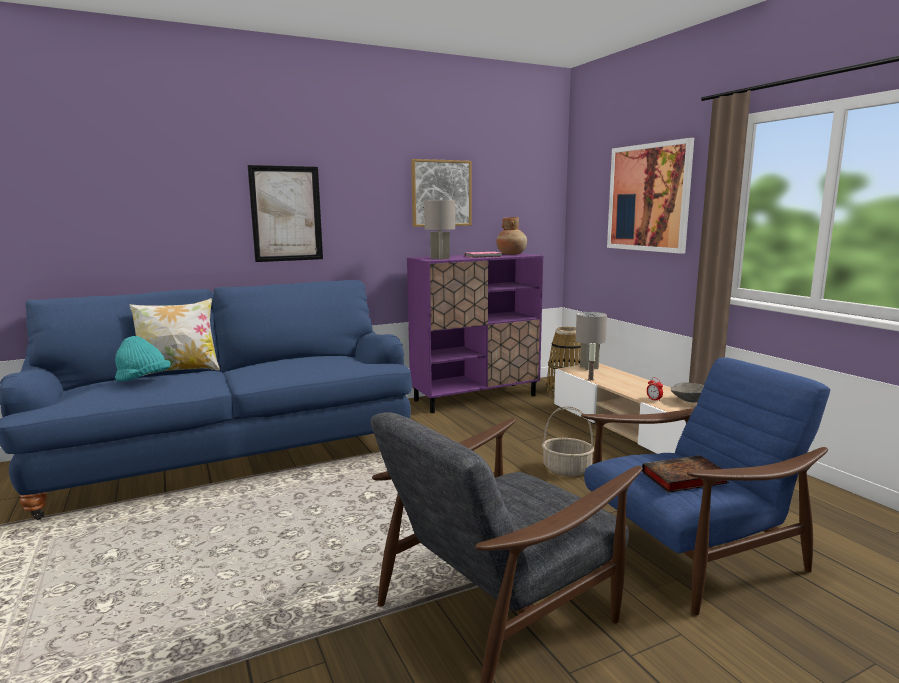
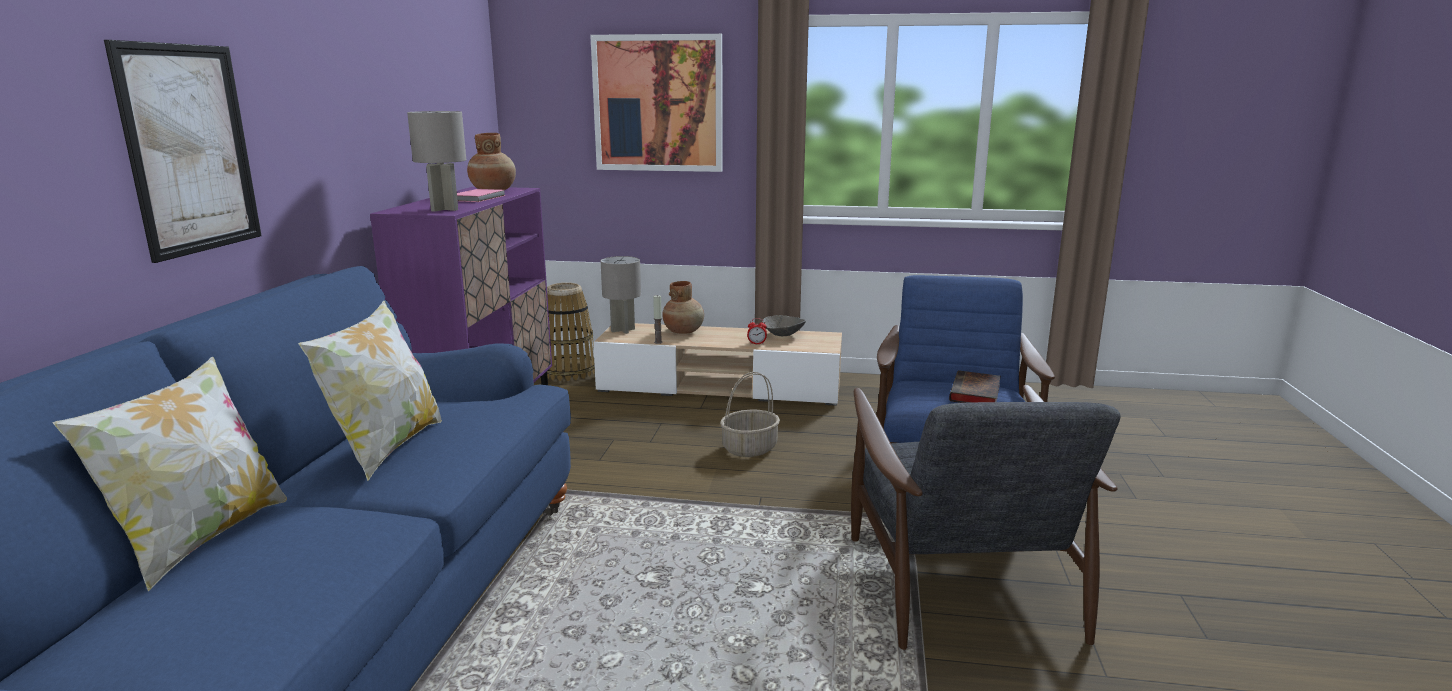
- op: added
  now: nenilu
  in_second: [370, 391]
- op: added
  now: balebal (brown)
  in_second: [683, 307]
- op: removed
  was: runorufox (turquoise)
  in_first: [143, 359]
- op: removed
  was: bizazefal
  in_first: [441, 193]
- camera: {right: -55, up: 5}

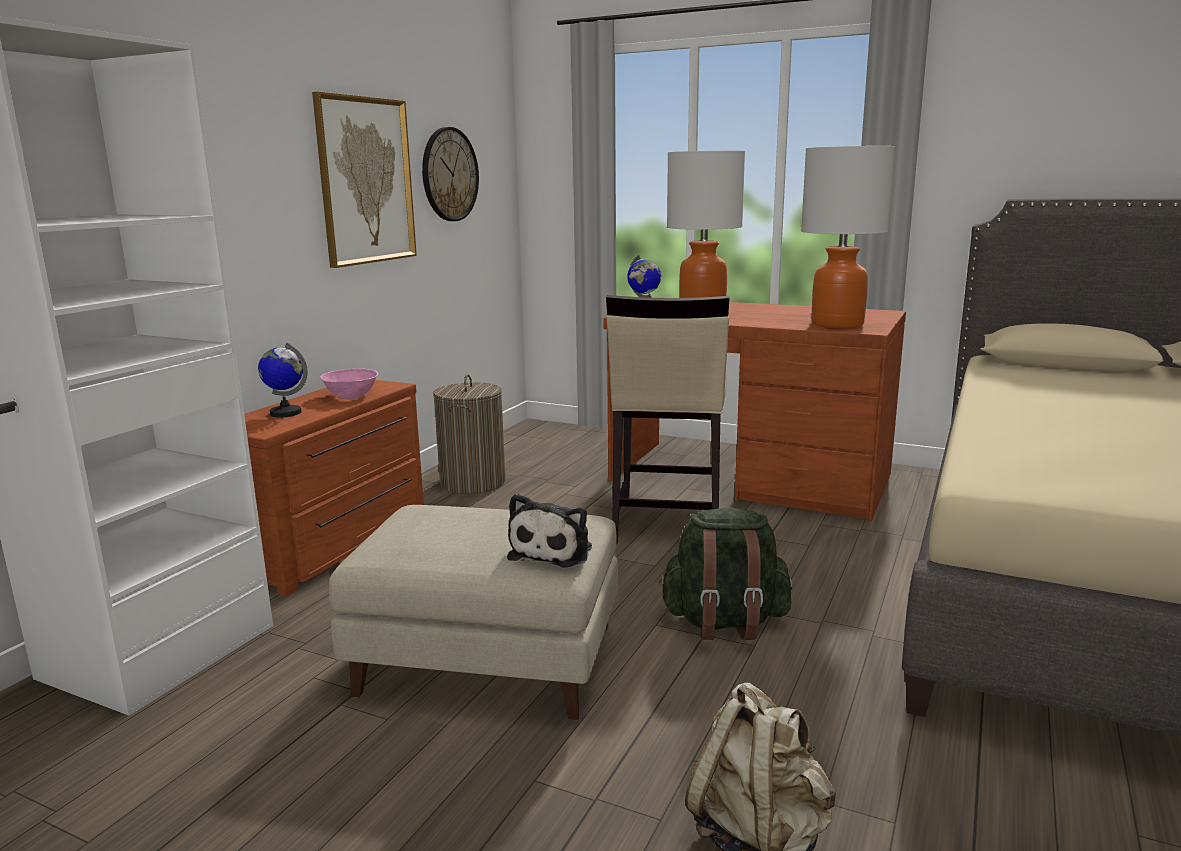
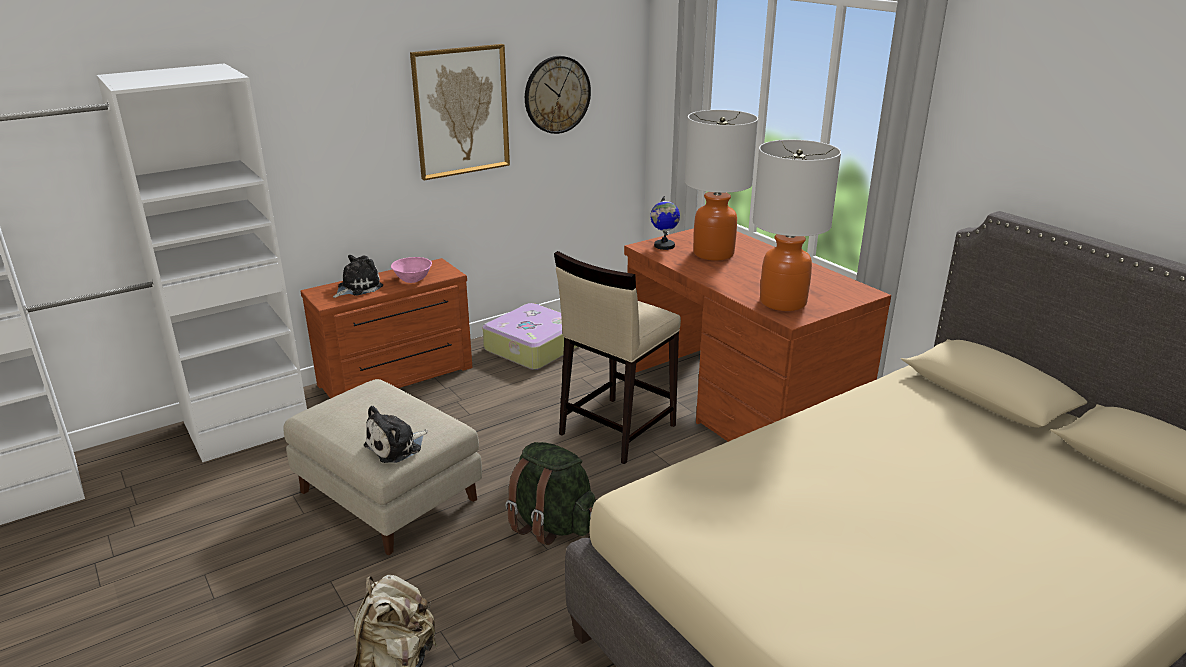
- op: replaced
  was: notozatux
  now: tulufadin
  in_first: [283, 380]
  in_second: [358, 276]
- op: replaced
  was: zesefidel
  now: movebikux
  in_first: [469, 434]
  in_second: [530, 336]
- camera: {right: 30, up: 10}

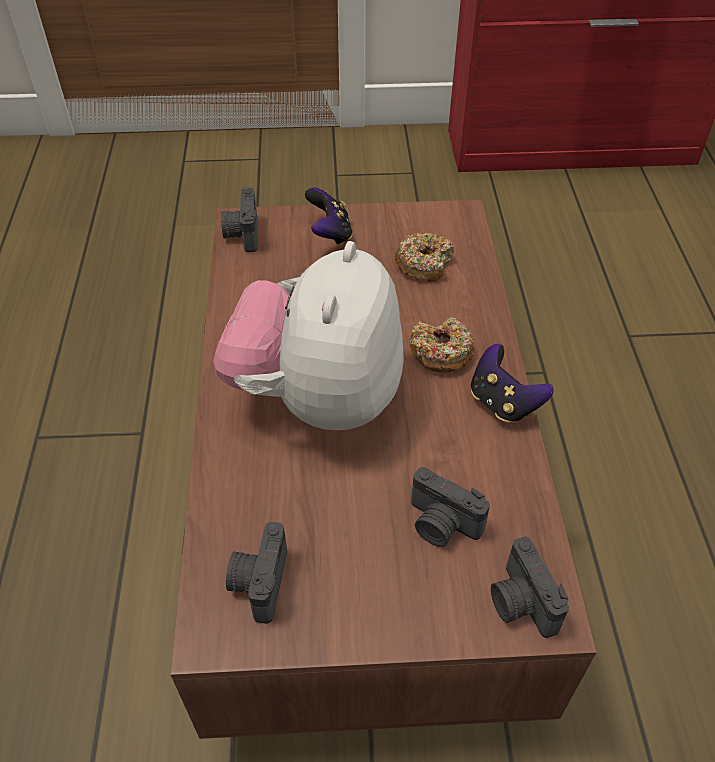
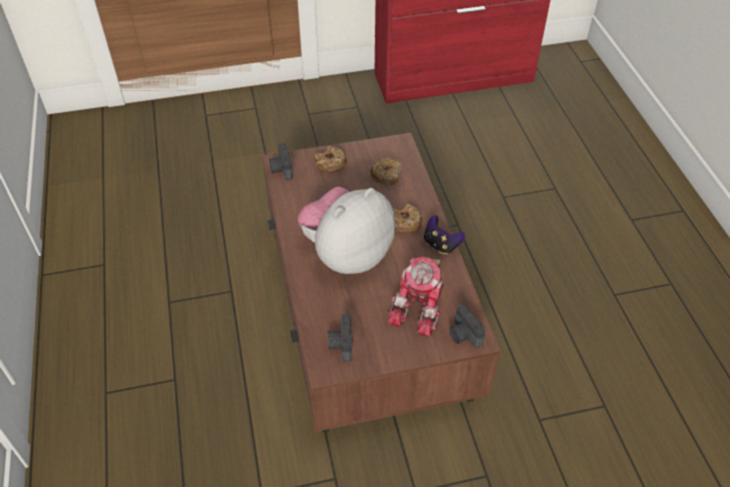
- op: turned
  was: tulufadin
  in_first: [308, 336]
  in_second: [346, 230]
  clockwise: 45
- op: replaced
  was: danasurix
  now: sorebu
  in_first: [329, 216]
  in_second: [330, 159]
- op: replaced
  was: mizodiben
  now: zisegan
  in_first: [450, 507]
  in_second: [416, 296]
- camera: {right: -10, up: 0}

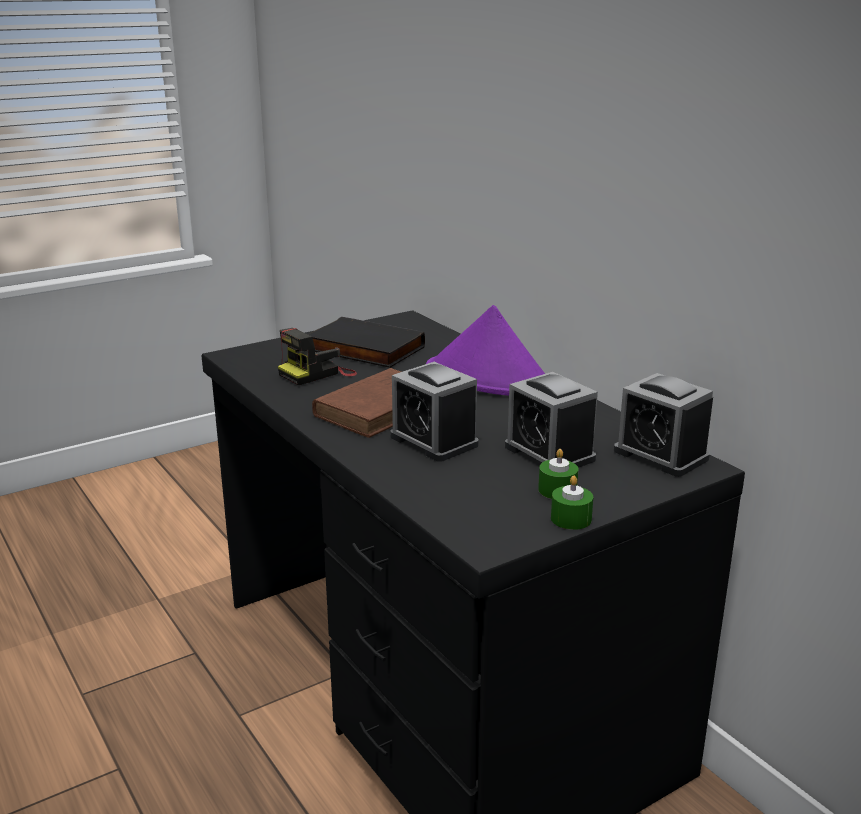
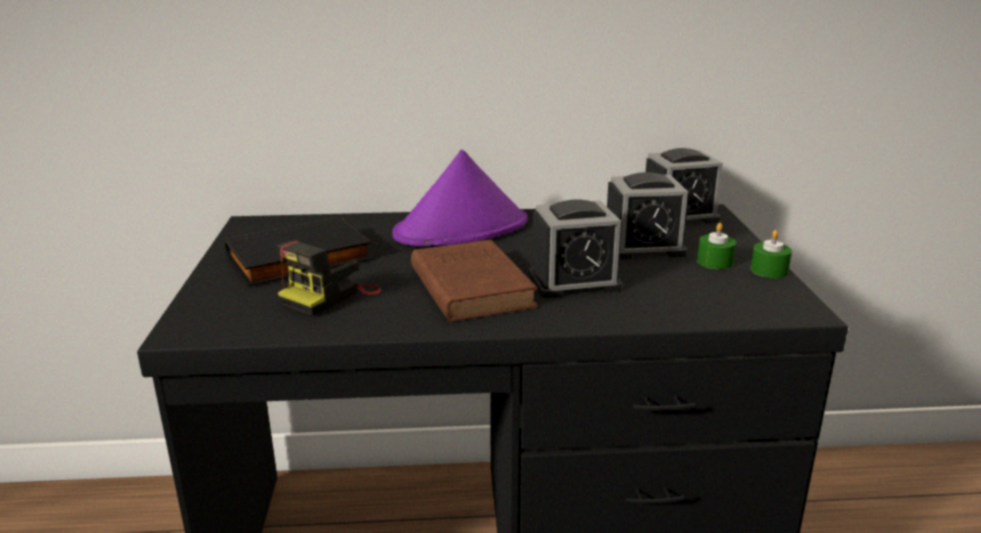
- op: turned
  was: mizodiben
  in_first: [317, 356]
  in_second: [329, 278]
  clockwise: 45
- camera: {right: -60, up: 0}

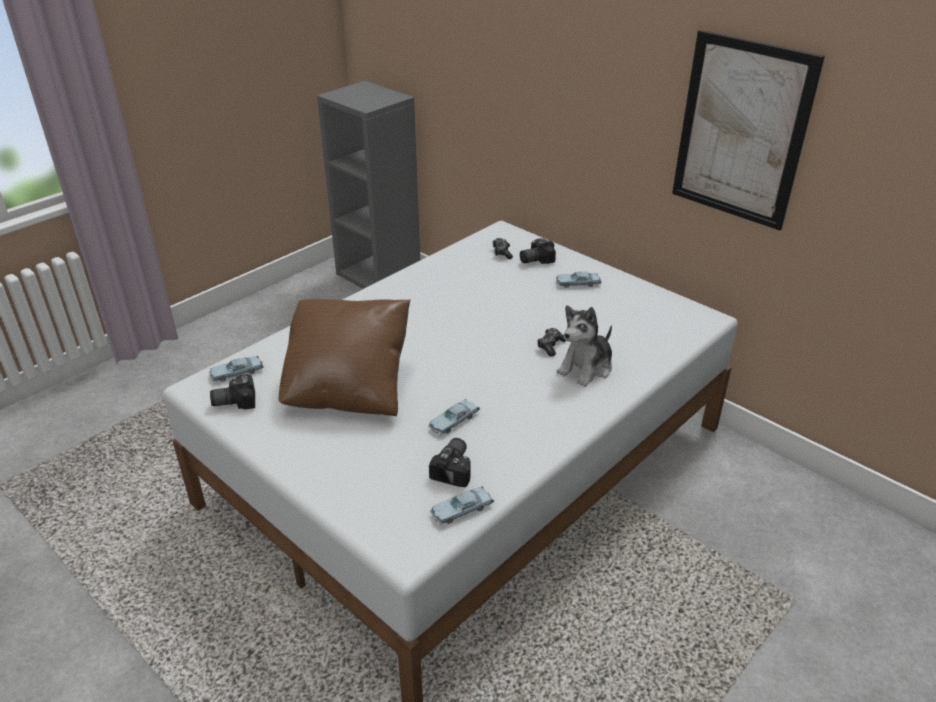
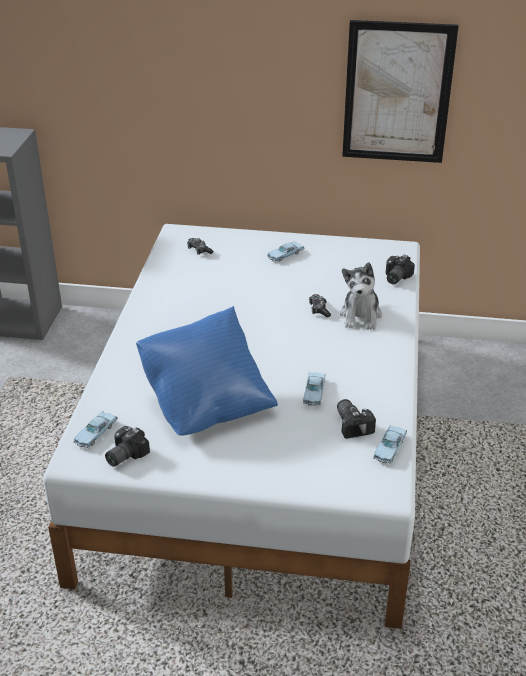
- op: recoloured
  was: nenilu (brown)
  now: nenilu (blue)
  in_first: [344, 357]
  in_second: [207, 371]
- op: moved
  was: mizodiben
  in_first: [538, 251]
  in_second: [400, 269]
- camera: {right: -35, up: 0}

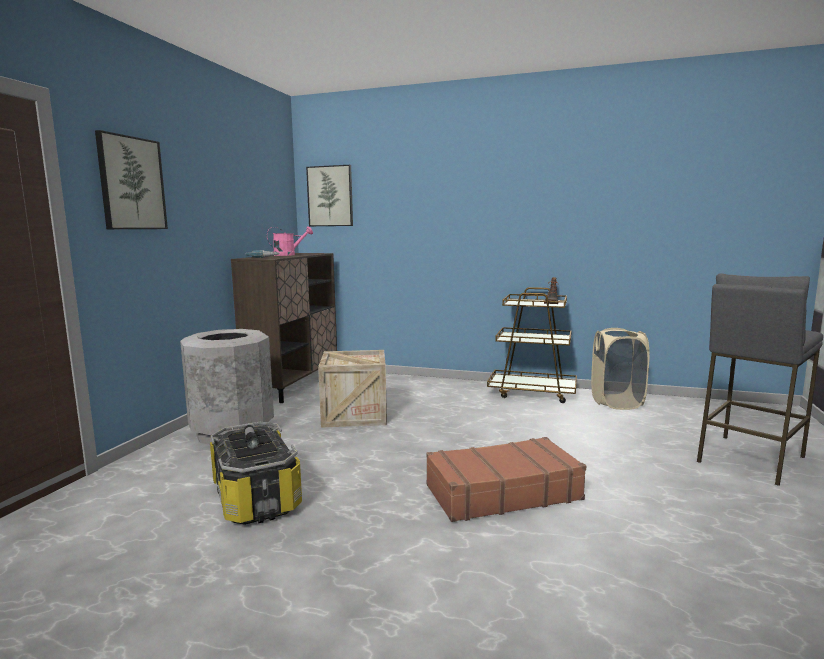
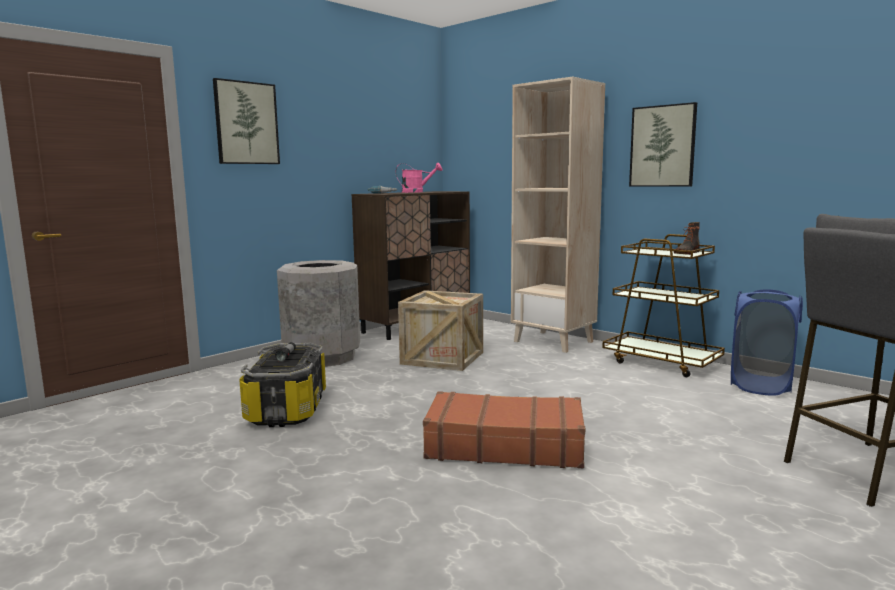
- op: added
  now: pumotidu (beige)
  in_second: [558, 214]
- op: moved
  was: bizazefal
  in_first: [329, 195]
  in_second: [663, 144]
- op: recoloured
  was: zesefidel (beige)
  now: zesefidel (blue)
  in_first: [620, 369]
  in_second: [767, 342]
- camera: {right: 25, up: 0}

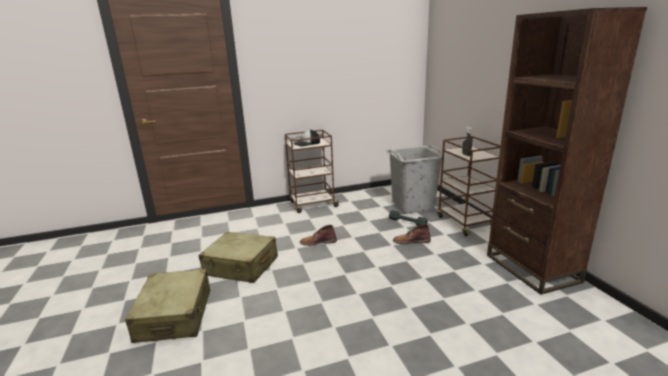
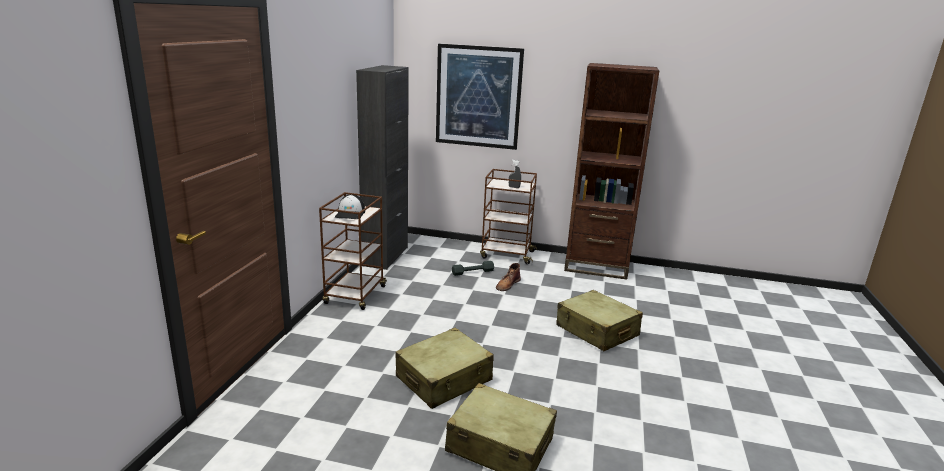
- op: added
  now: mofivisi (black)
  in_second: [382, 167]
- op: added
  now: bizazefal
  in_second: [480, 97]
- op: added
  now: movebikux (beige)
  in_second: [599, 320]
- op: removed
  was: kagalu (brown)
  in_first: [318, 235]
- op: removed
  was: zesefidel (grey)
  in_first: [416, 179]
- camera: {right: -60, up: 0}

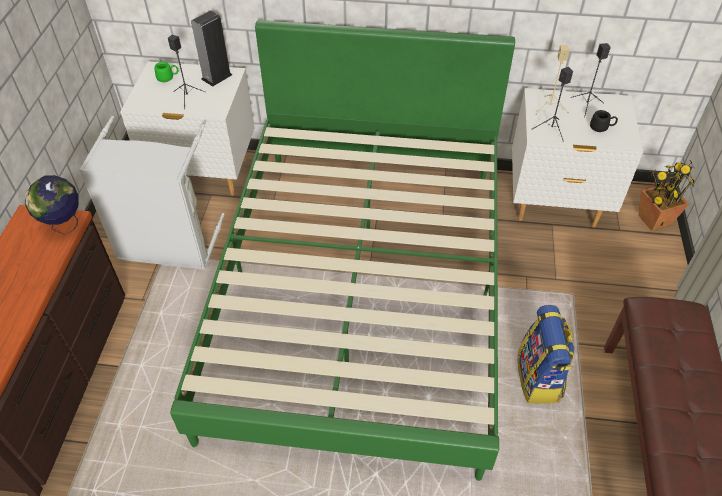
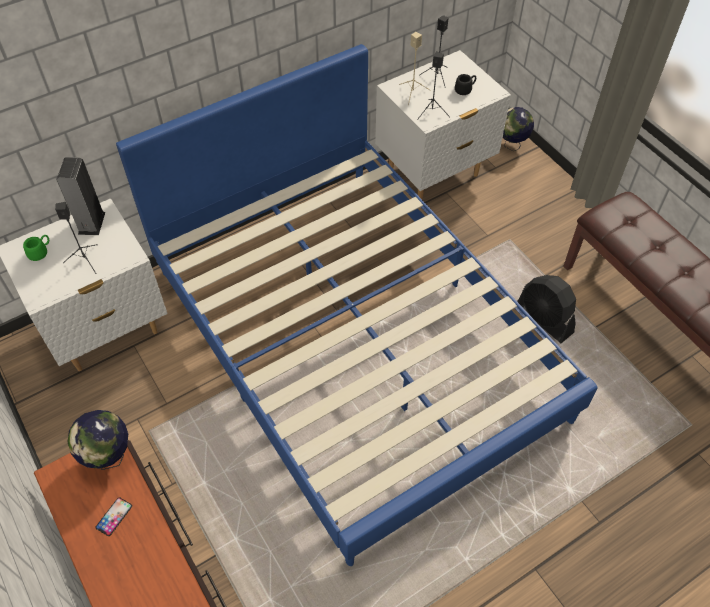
- op: added
  now: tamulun
  in_second: [114, 516]
- op: recoloured
  was: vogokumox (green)
  now: vogokumox (blue)
  in_first: [342, 250]
  in_second: [357, 305]
- op: replaced
  was: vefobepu
  now: notozatux
  in_first: [666, 196]
  in_second: [518, 129]
- op: replaced
  was: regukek
  now: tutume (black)
  in_first: [546, 354]
  in_second: [546, 309]
- op: removed
  was: zesefidel (grey)
  in_first: [152, 192]
- camera: {right: -40, up: 5}

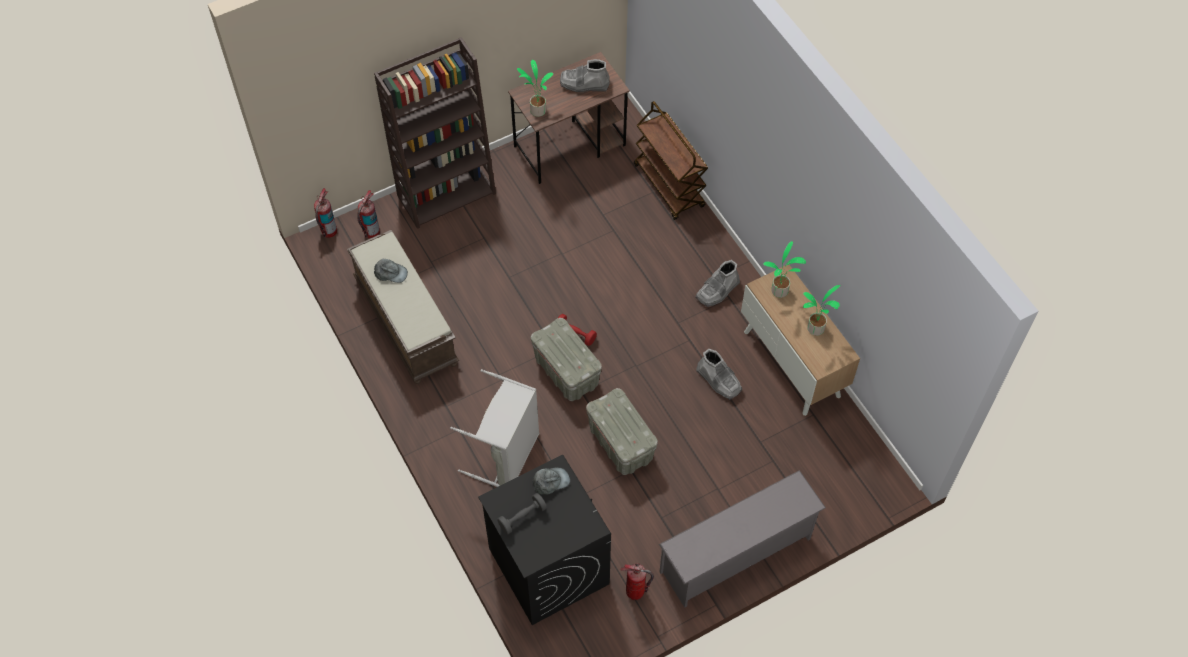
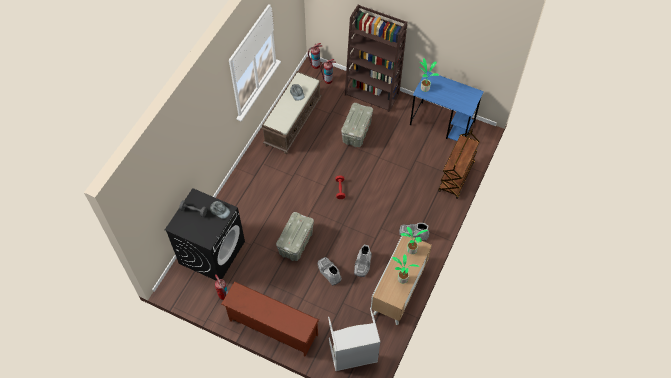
- op: recoloured
  was: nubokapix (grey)
  now: nubokapix (brown)
  in_first: [742, 539]
  in_second: [270, 319]
- op: moved
  was: kagalu (grey)
  in_first: [585, 75]
  in_second: [329, 271]
- op: moved
  was: zesefidel (grey)
  in_first: [494, 428]
  in_second: [354, 339]
- op: moved
  was: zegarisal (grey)
  in_first: [566, 359]
  in_second: [357, 125]
- op: recoloured
  was: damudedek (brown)
  now: damudedek (blue)
  in_first: [569, 118]
  in_second: [447, 106]
- camera: {right: 55, up: 0}

